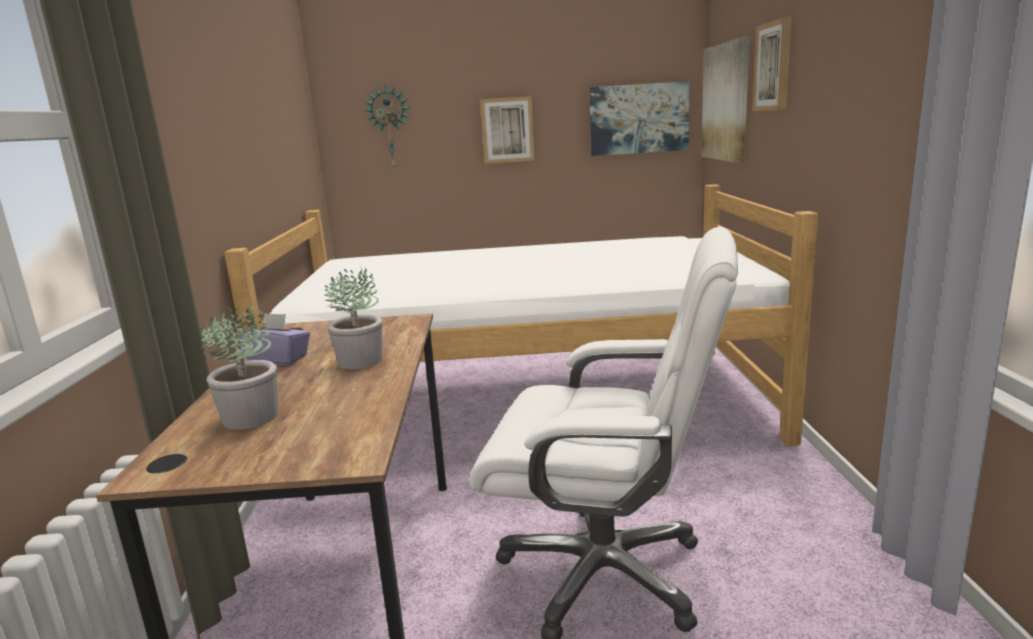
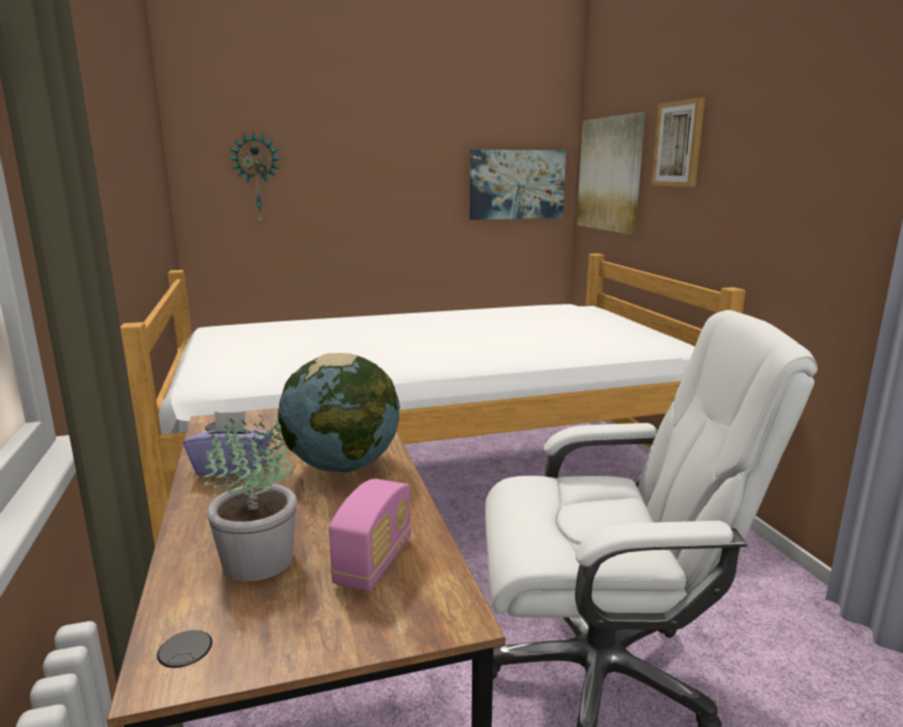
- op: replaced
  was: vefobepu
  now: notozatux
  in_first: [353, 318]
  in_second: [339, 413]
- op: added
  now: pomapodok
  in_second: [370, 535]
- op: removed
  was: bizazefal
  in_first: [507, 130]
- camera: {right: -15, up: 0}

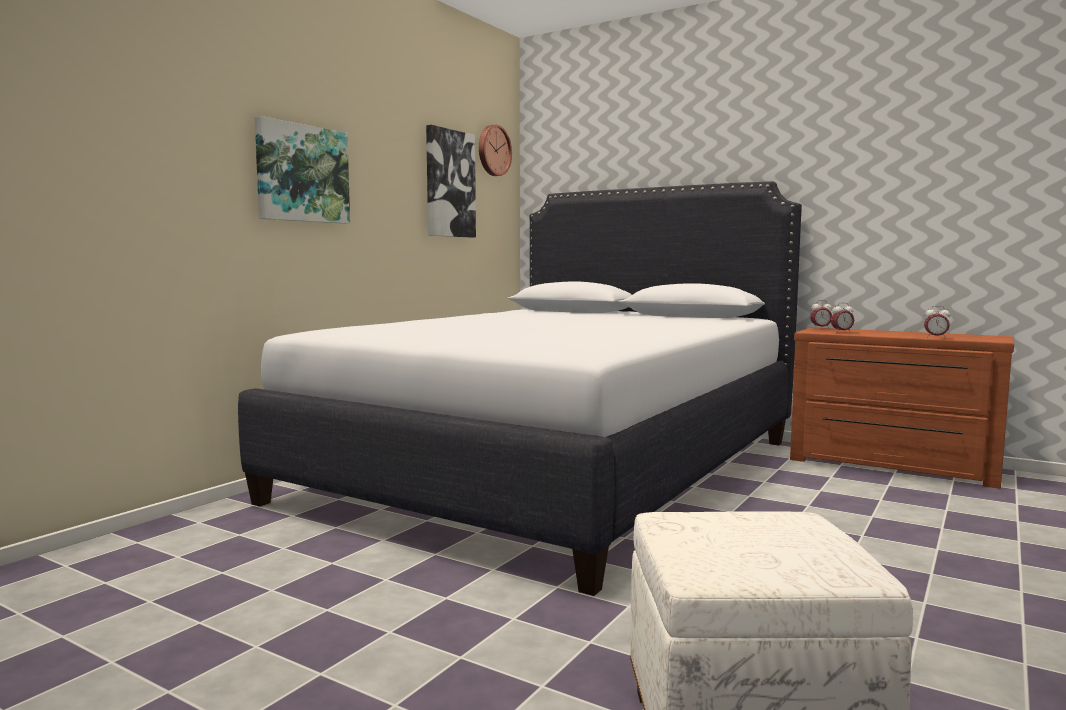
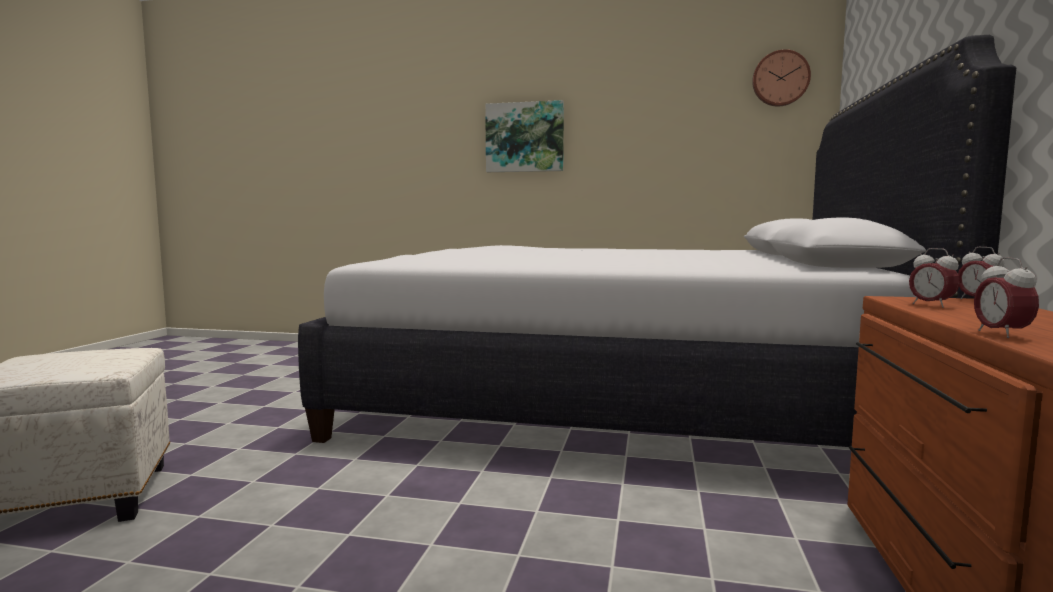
- op: removed
  was: bizazefal
  in_first: [451, 181]
- camera: {right: 70, up: 0}

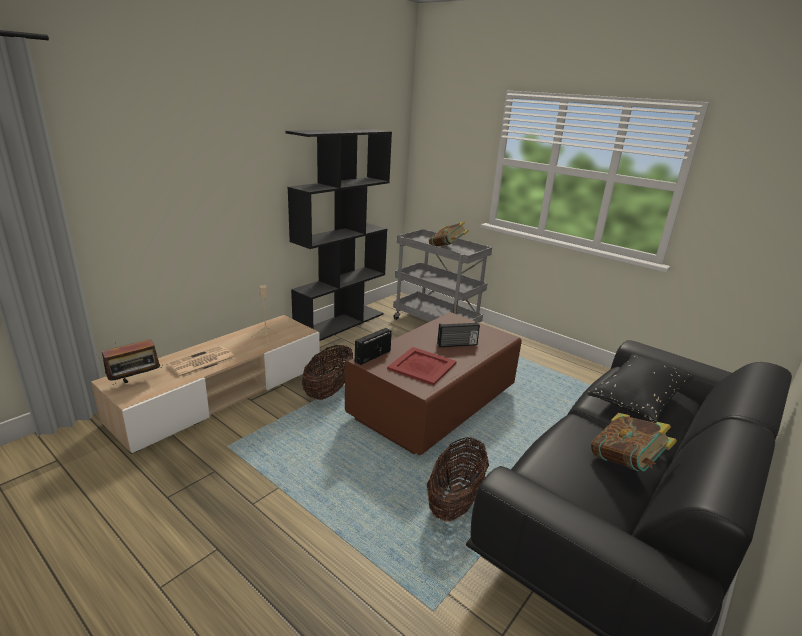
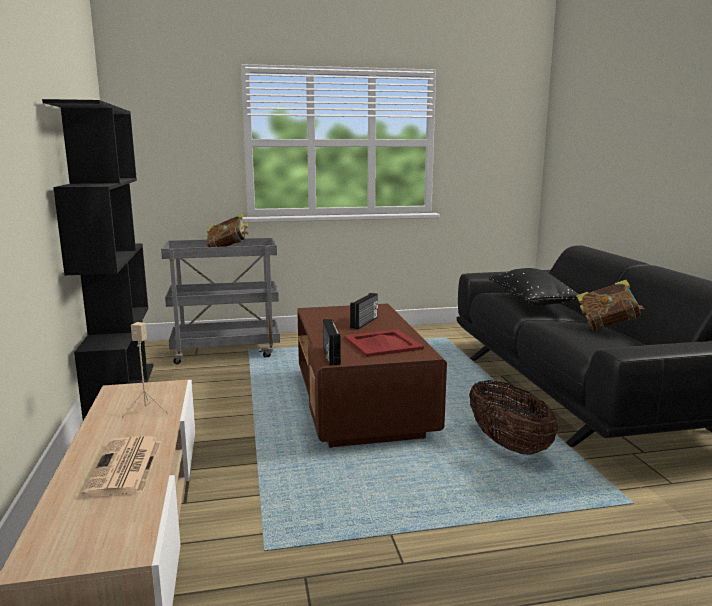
- op: removed
  was: pomapodok
  in_first: [132, 361]
- op: removed
  was: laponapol
  in_first: [327, 372]
- camera: {right: -50, up: -10}

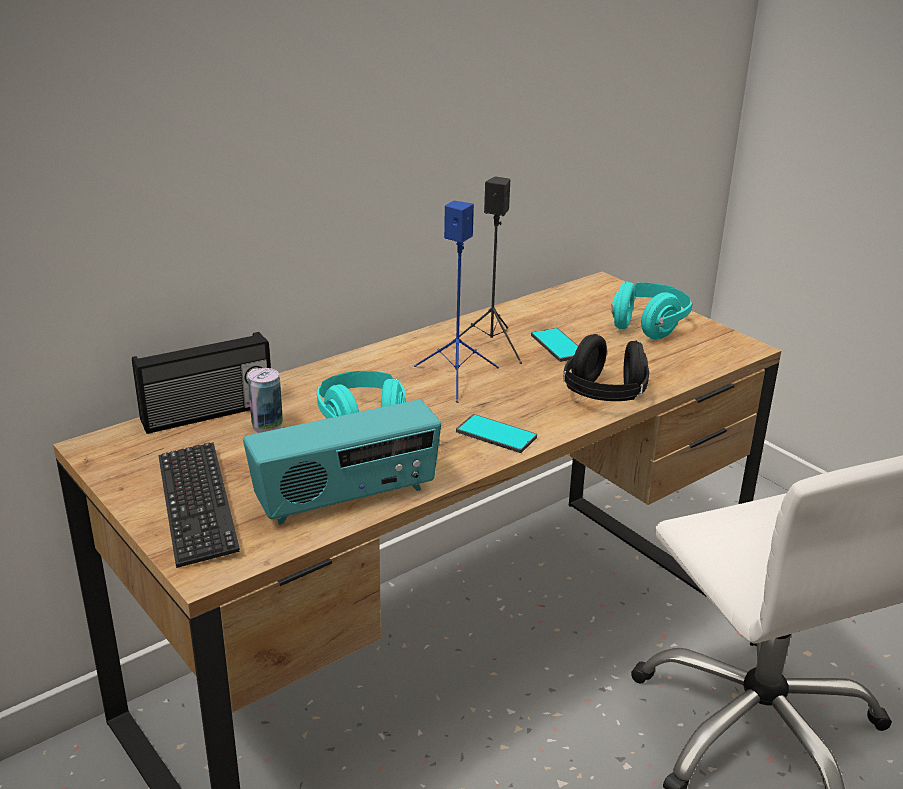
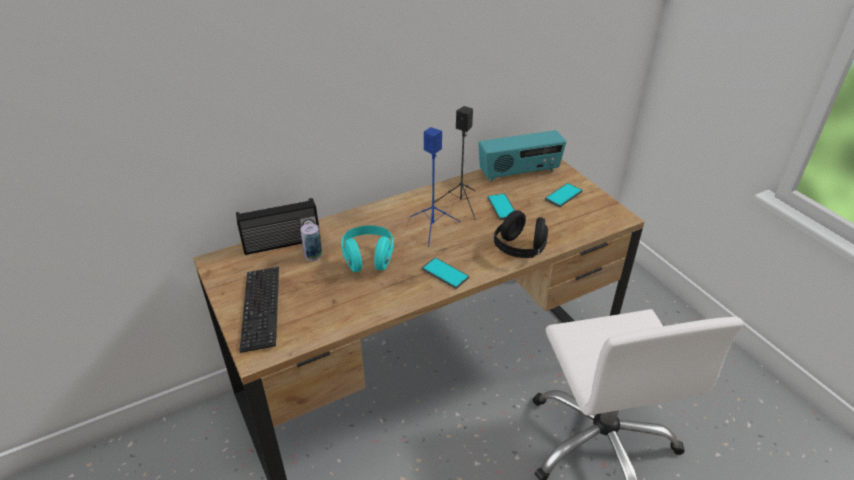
- op: moved
  was: pomapodok
  in_first: [342, 462]
  in_second: [522, 156]
- op: replaced
  was: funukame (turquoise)
  now: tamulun
  in_first: [652, 310]
  in_second: [563, 195]
- camera: {right: 10, up: 10}

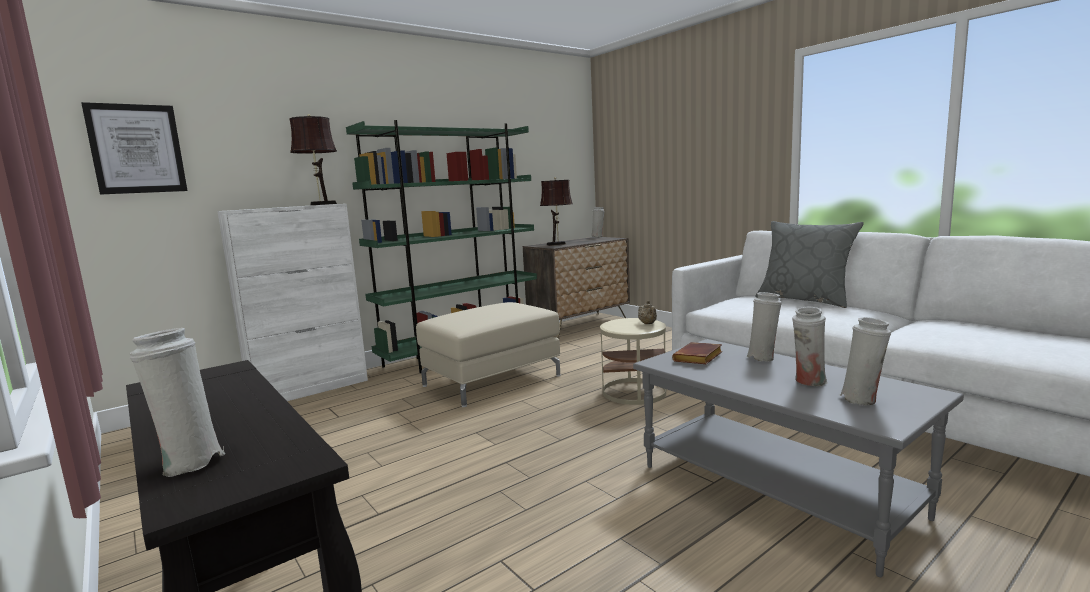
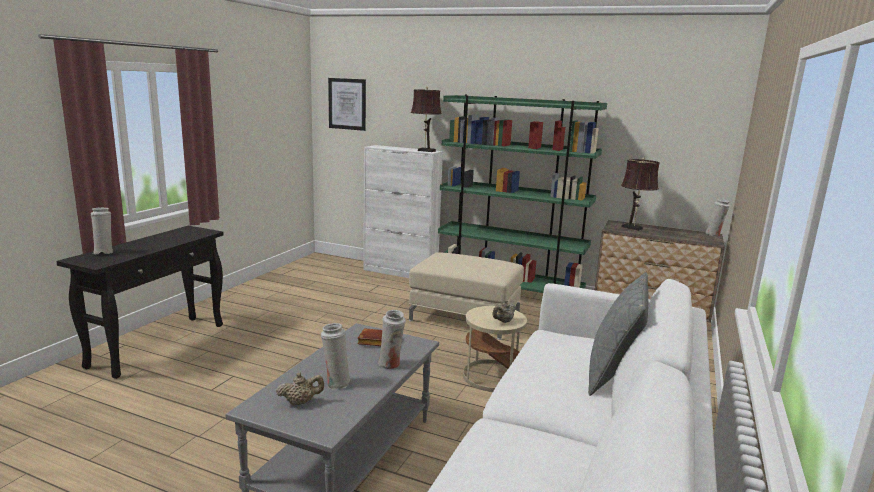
- op: replaced
  was: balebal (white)
  now: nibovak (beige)
  in_first: [864, 361]
  in_second: [300, 389]
- camera: {right: 60, up: 5}

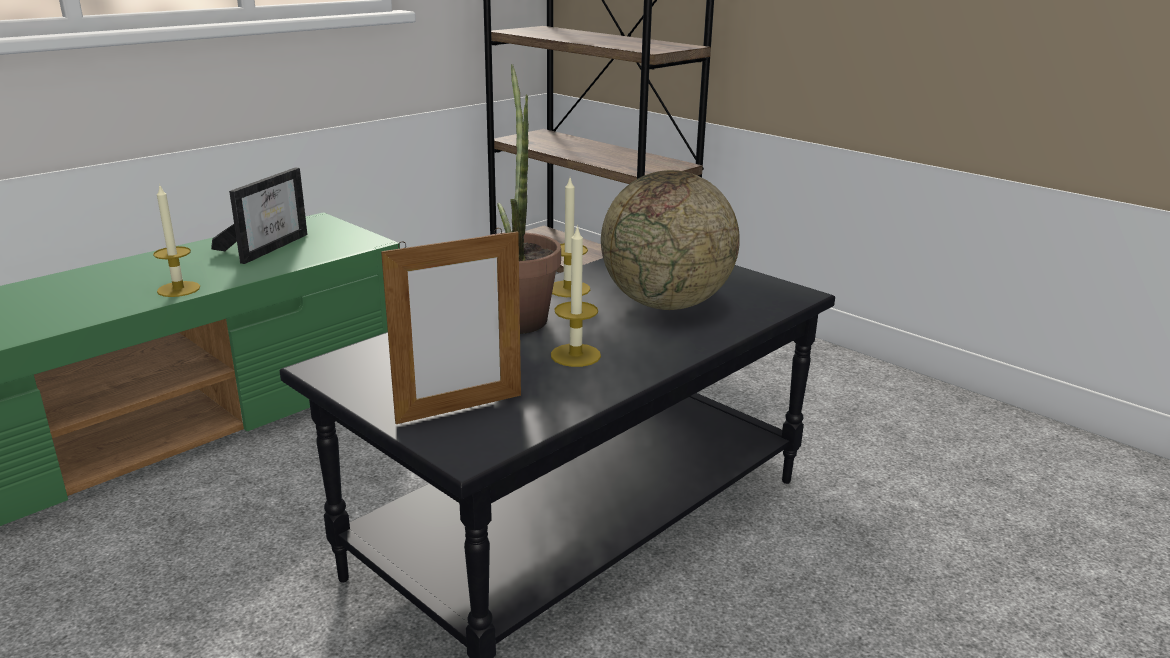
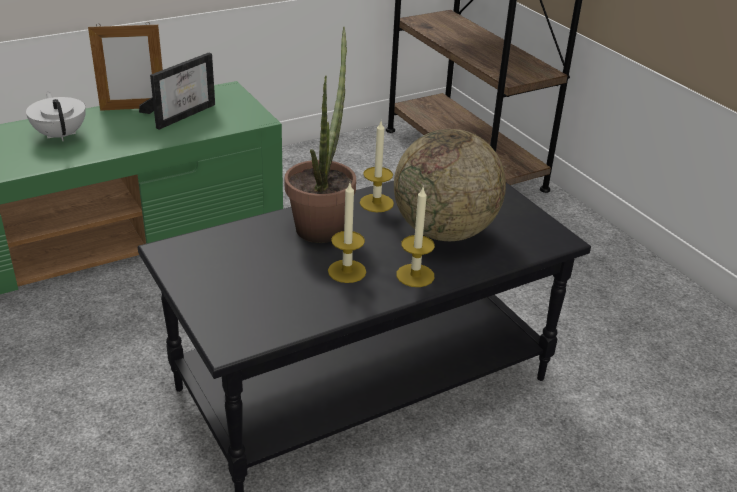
- op: added
  now: nibovak (white)
  in_second: [56, 116]
- op: moved
  was: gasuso
  in_first: [451, 326]
  in_second: [125, 66]
- op: moved
  was: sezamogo
  in_first: [176, 241]
  in_second: [415, 237]
- camera: {right: 15, up: 10}

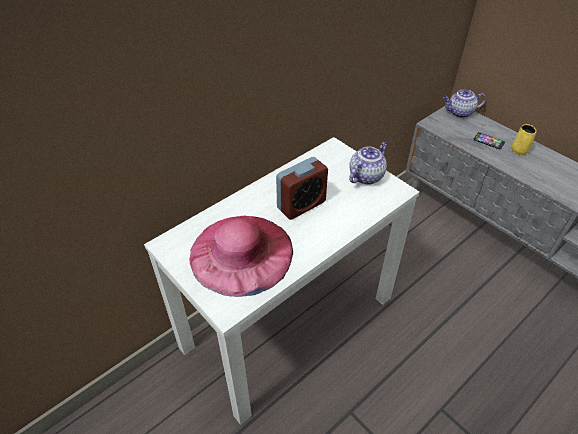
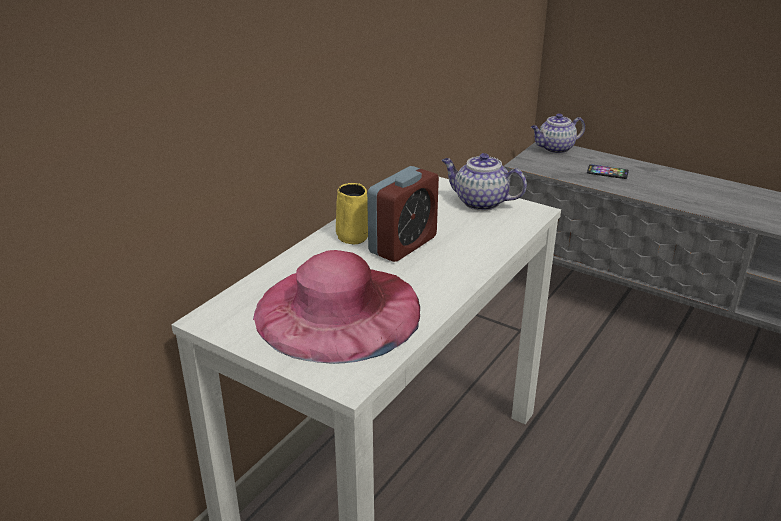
- op: moved
  was: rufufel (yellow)
  in_first: [523, 139]
  in_second: [352, 213]
- op: turned
  was: nibovak
  in_first: [368, 163]
  in_second: [484, 182]
  clockwise: -90
- camera: {right: -15, up: -15}

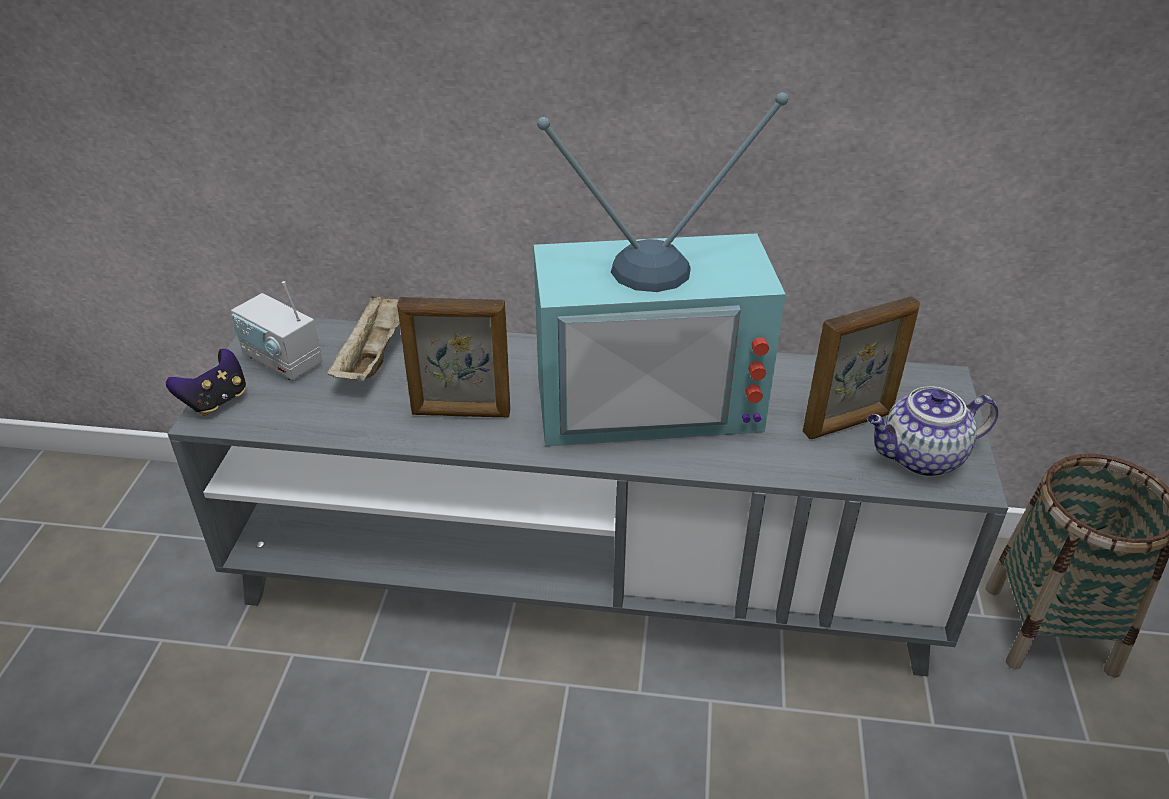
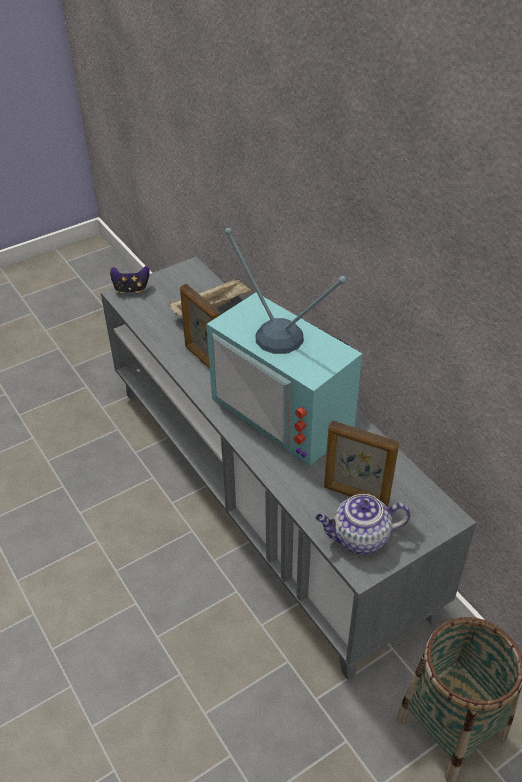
- op: turned
  was: nibovak
  in_first: [933, 431]
  in_second: [362, 524]
  clockwise: -45
- op: removed
  was: pomapodok
  in_first: [277, 330]
- camera: {right: 50, up: 5}

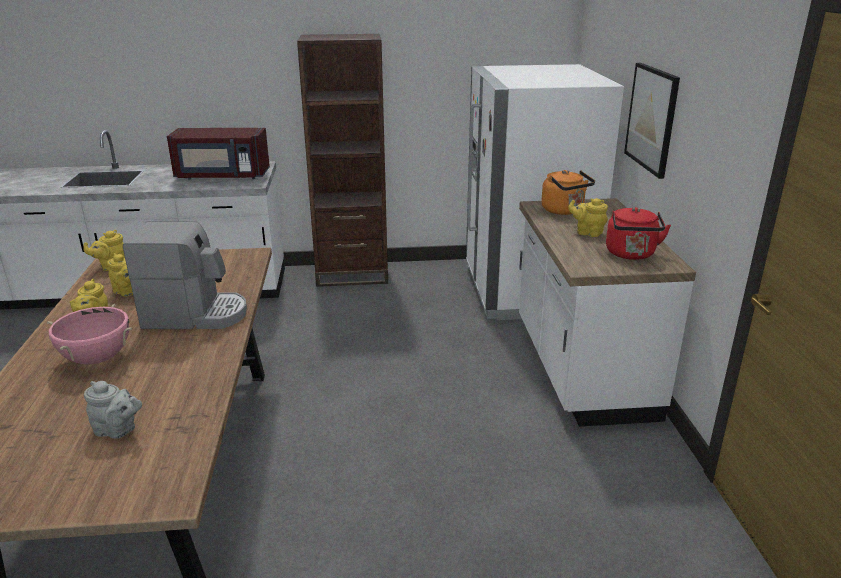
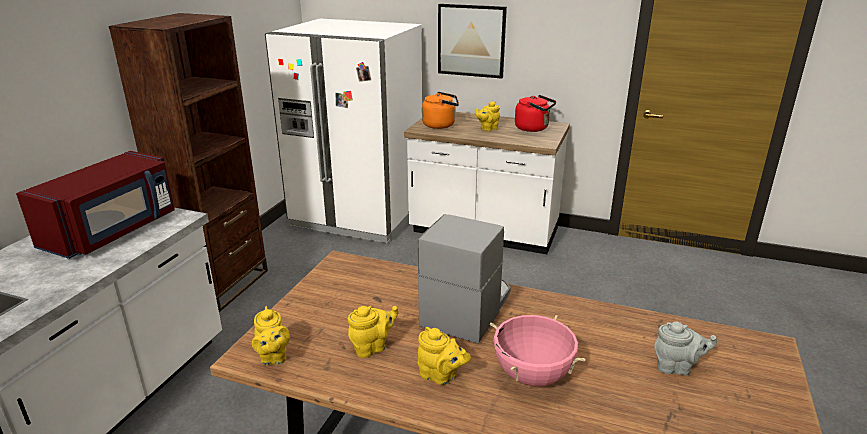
- op: turned
  was: nibovak (grey)
  in_first: [113, 410]
  in_second: [685, 348]
  clockwise: 60
- camera: {right: -65, up: 0}

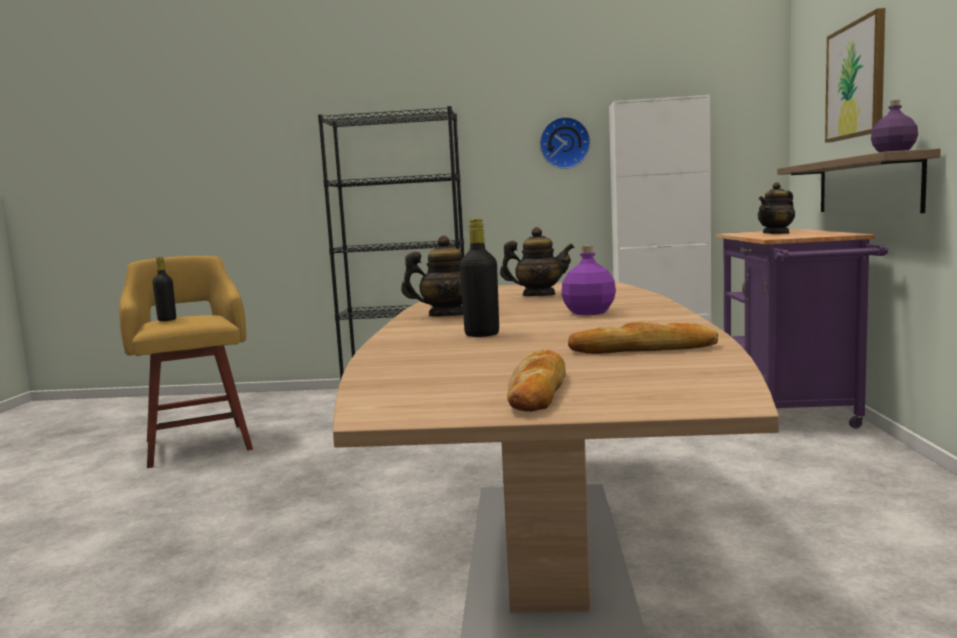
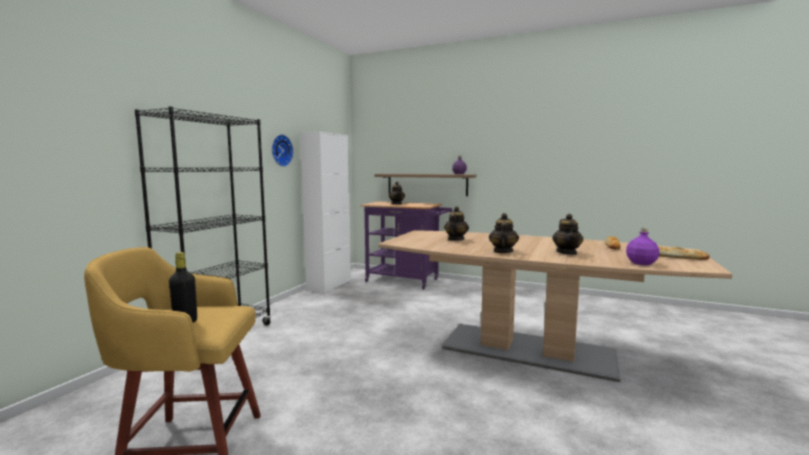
- op: replaced
  was: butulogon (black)
  now: nibovak
  in_first: [479, 277]
  in_second: [567, 234]
- op: moved
  was: butulogon (purple)
  in_first: [588, 280]
  in_second: [642, 246]
- op: removed
  was: bizazefal
  in_first: [855, 75]
- camera: {right: -70, up: 0}

